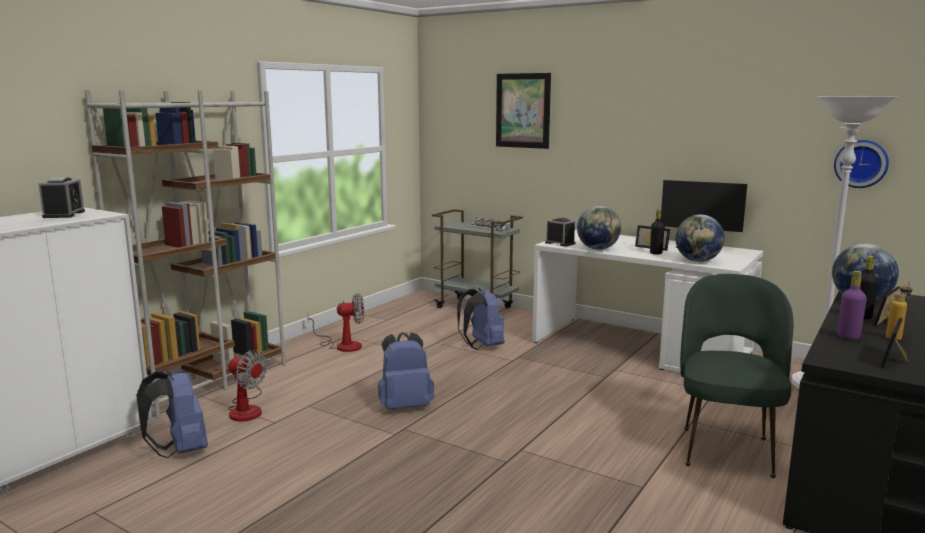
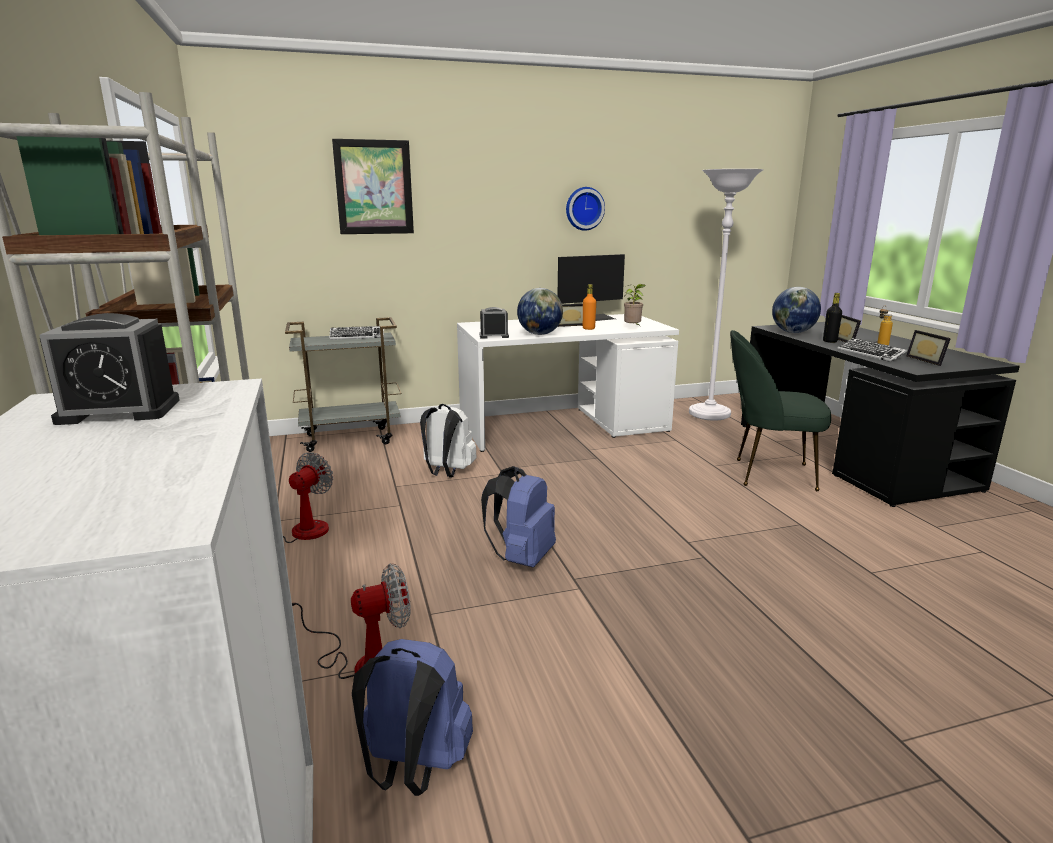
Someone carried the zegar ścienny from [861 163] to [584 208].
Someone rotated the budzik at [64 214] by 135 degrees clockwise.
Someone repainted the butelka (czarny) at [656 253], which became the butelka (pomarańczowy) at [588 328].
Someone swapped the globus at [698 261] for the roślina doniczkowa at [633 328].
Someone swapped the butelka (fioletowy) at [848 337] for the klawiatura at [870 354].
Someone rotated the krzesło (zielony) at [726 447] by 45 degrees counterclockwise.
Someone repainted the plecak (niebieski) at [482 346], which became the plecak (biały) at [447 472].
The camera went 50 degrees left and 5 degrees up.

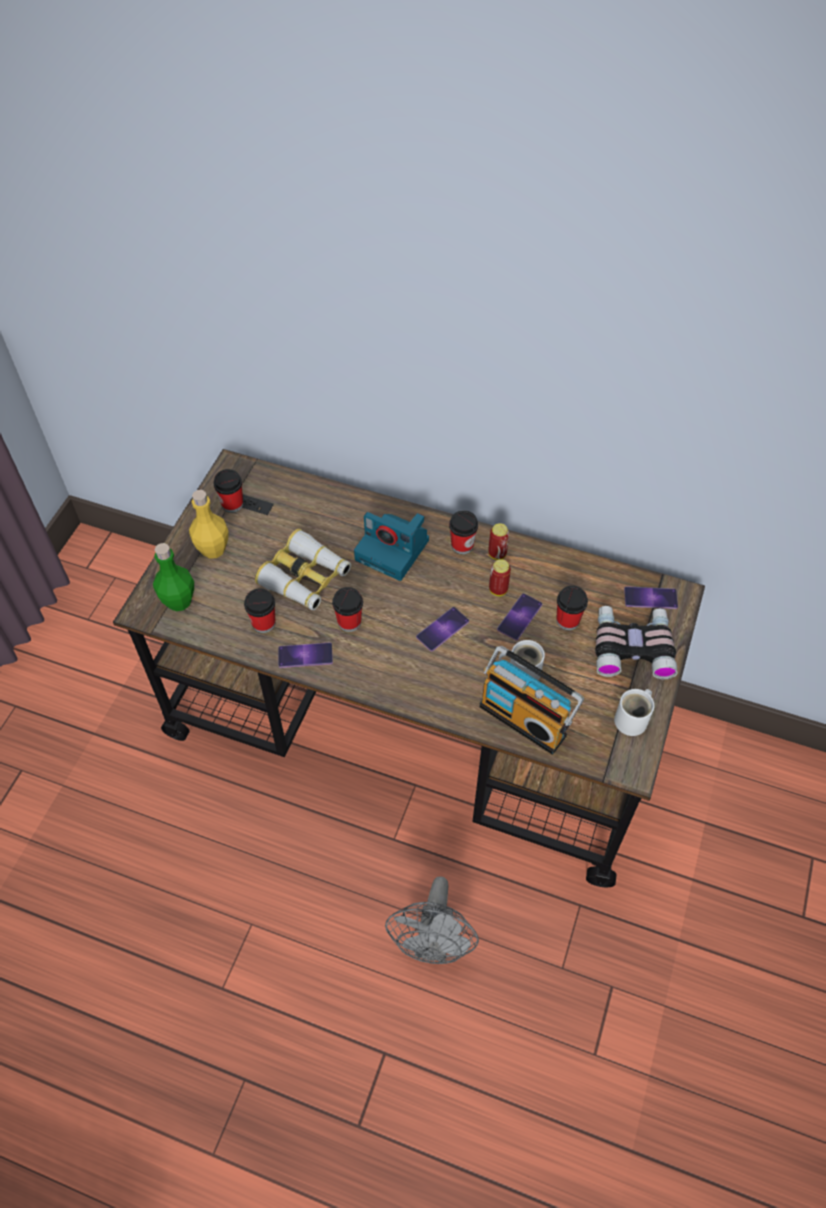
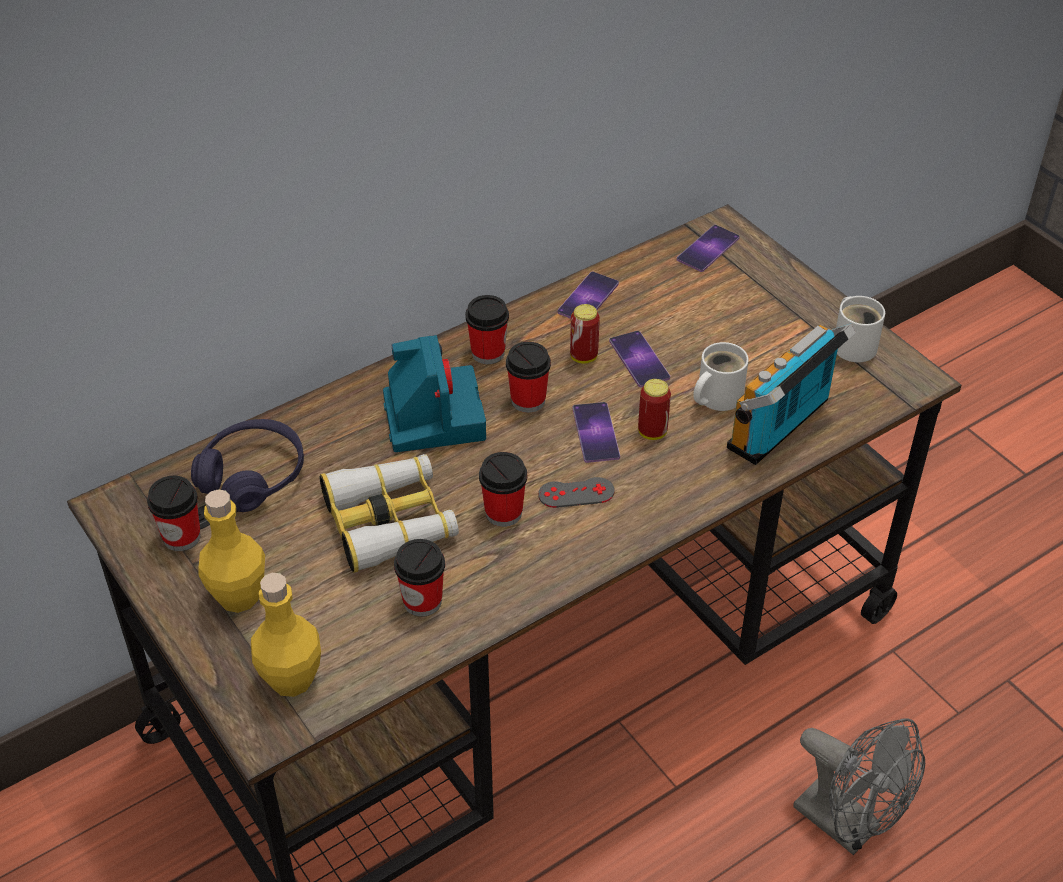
Someone rotated the aparat fotograficzny at [394 550] by 75 degrees counterclockwise.
Someone carried the puszka from [497 554] to [652 432].
Someone repainted the butelka (zielony) at [179 601], which became the butelka (żółty) at [291 679].
Someone carried the filiżanka from [567 620] to [528 400].
Someone took away the lornetka at [632 646].
Someone carried the telefon from [305 655] to [588 298].
Someone rotated the radio at [525 718] by 150 degrees clockwise.
Someone put down the słuchawki (fioletowy) at [252 476].
Someone put down the pad do gier (szary) at [576 493].
The camera went 55 degrees left and 10 degrees down.

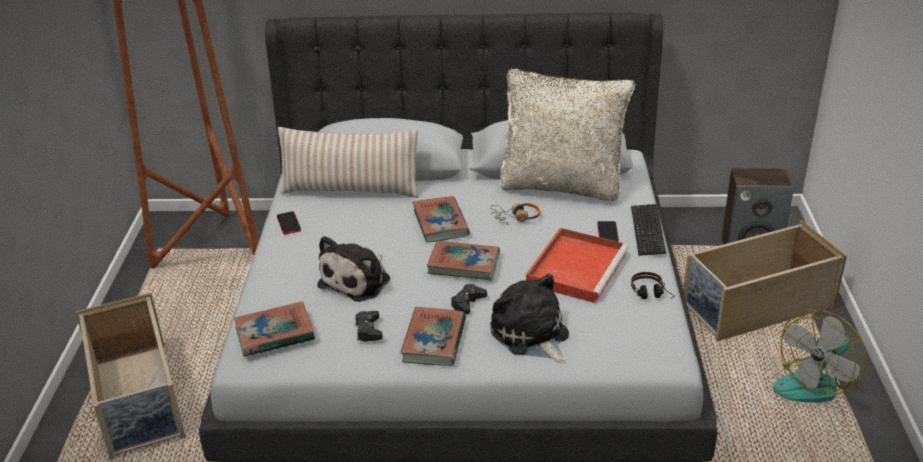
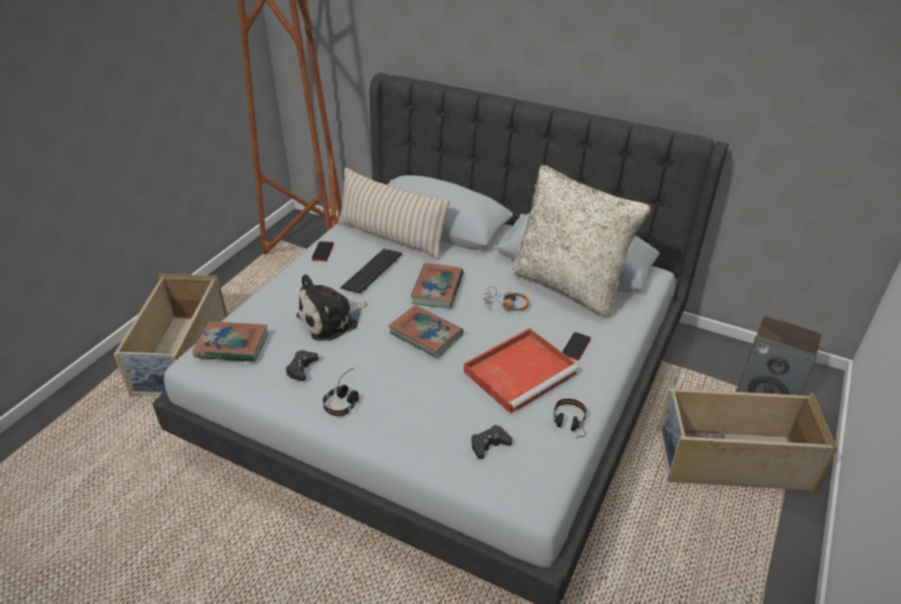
Someone carried the klawiatura from [647 231] to [372 272].
Someone took away the pluszak at [531 335].
Someone carried the pad do gier (czarny) from [468 303] to [489 445].
Someone swapped the książka at [434 341] for the słuchawki at [345 398].
Someone took away the wentylator at [813 382].
The camera went 25 degrees right and 5 degrees up.

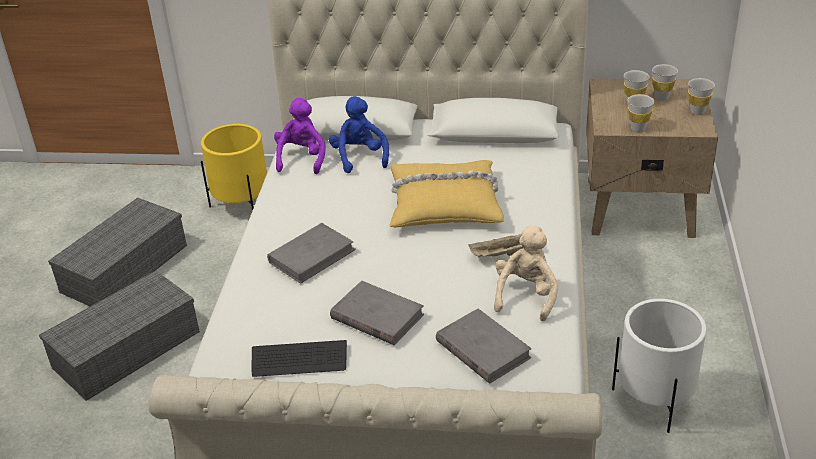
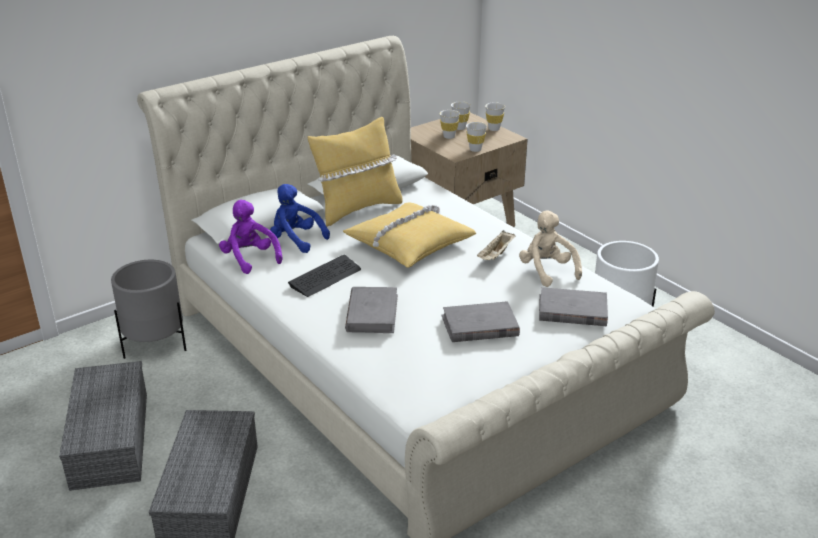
Someone repainted the donica (żółty) at [242 205], which became the donica (szary) at [155 344].
Someone carried the klawiatura from [299 360] to [325 277].
Someone put down the poduszka (żółty) at [357 209].
The camera went 45 degrees left and 5 degrees down.

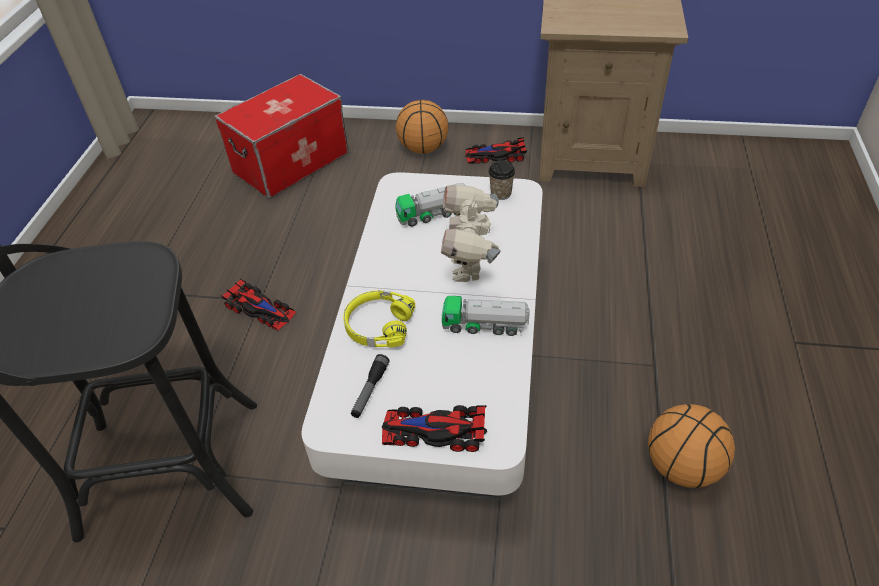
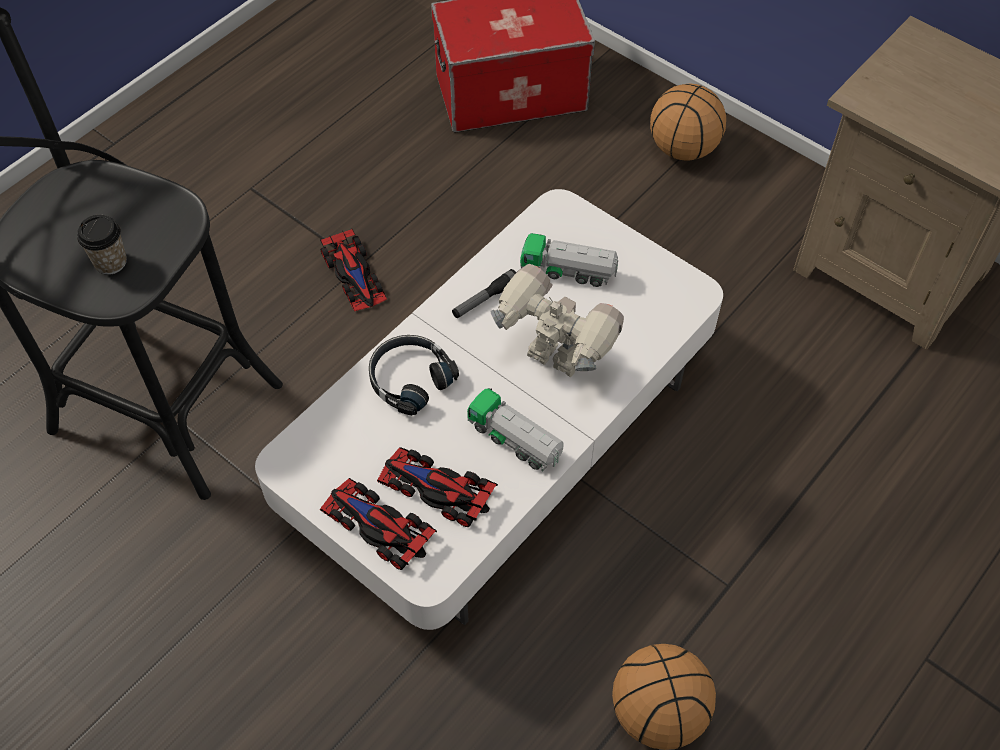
Someone carried the samochodzik from [495 155] to [436 488].
Someone carried the filiżanka from [501 194] to [110 262].
Someone rotated the robot zabawkowy at [469 267] by 90 degrees clockwise.
Someone repainted the słuchawki (żółty) at [378 325], which became the słuchawki (czarny) at [409 378].
Someone carried the latarka from [370 390] to [485 299].
The camera went 30 degrees right and 10 degrees up.

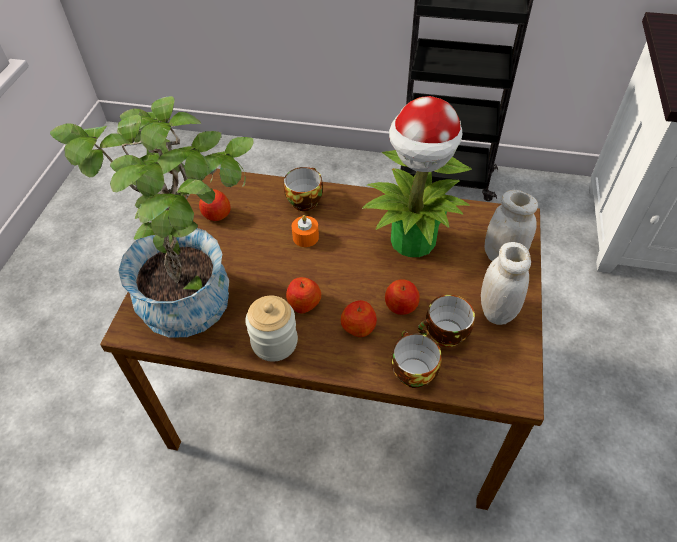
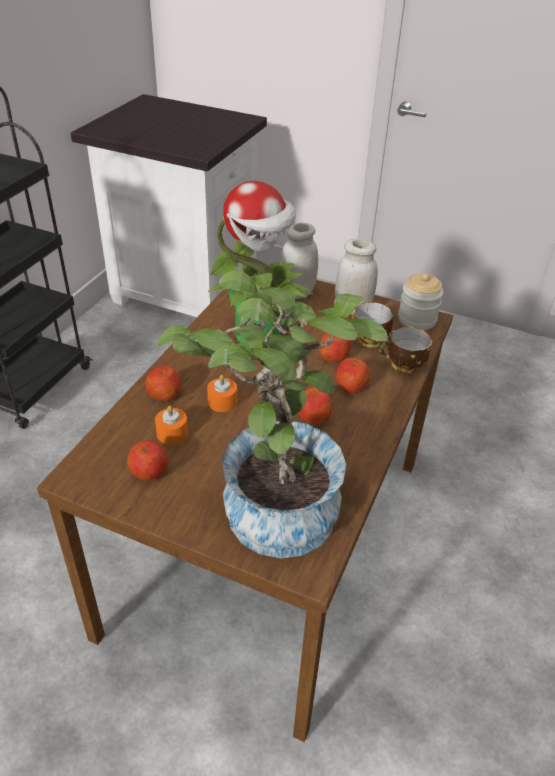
Someone swapped the filiżanka at [304 200] for the jabłko at [164 394].
Someone carried the słoik from [274 342] to [417 319].
Someone put down the świeca (pomarańczowy) at [172 433].
The camera went 80 degrees left and 10 degrees down.

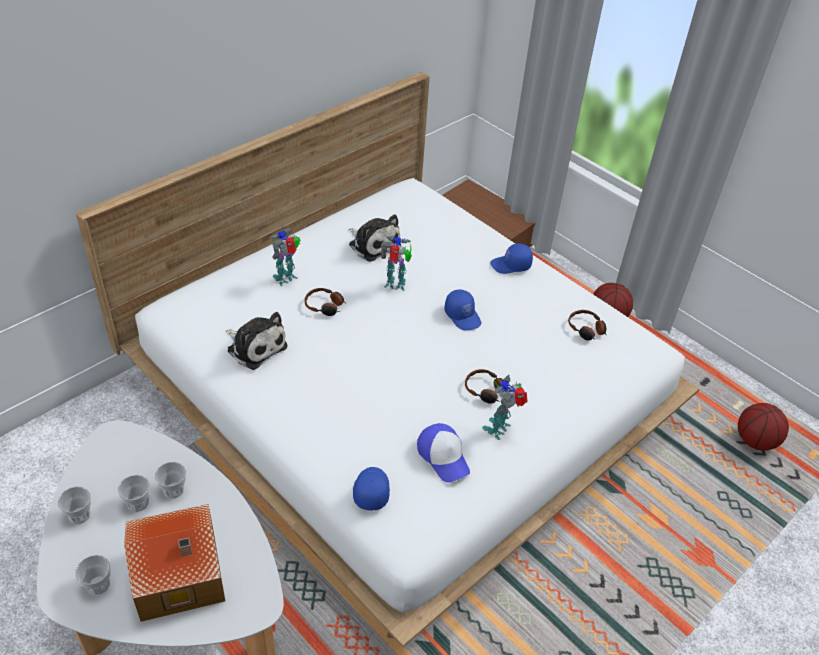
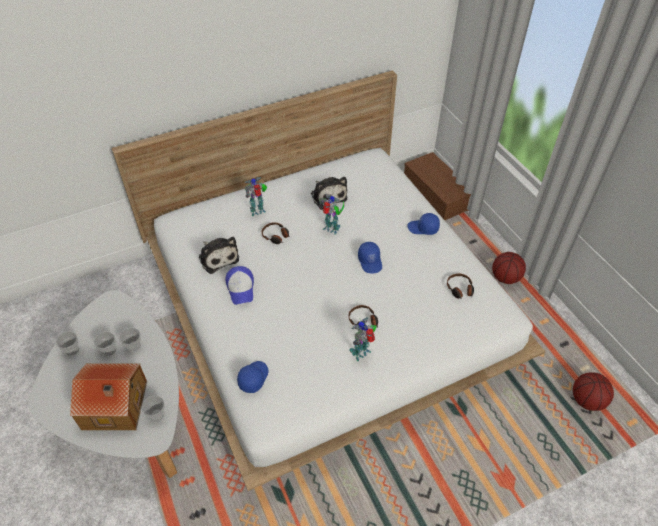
Someone carried the czapka z daszkiem from [443 456] to [241 288].
Someone carried the filiżanka from [98 584] to [157 414].
The camera went 20 degrees right and 5 degrees up.

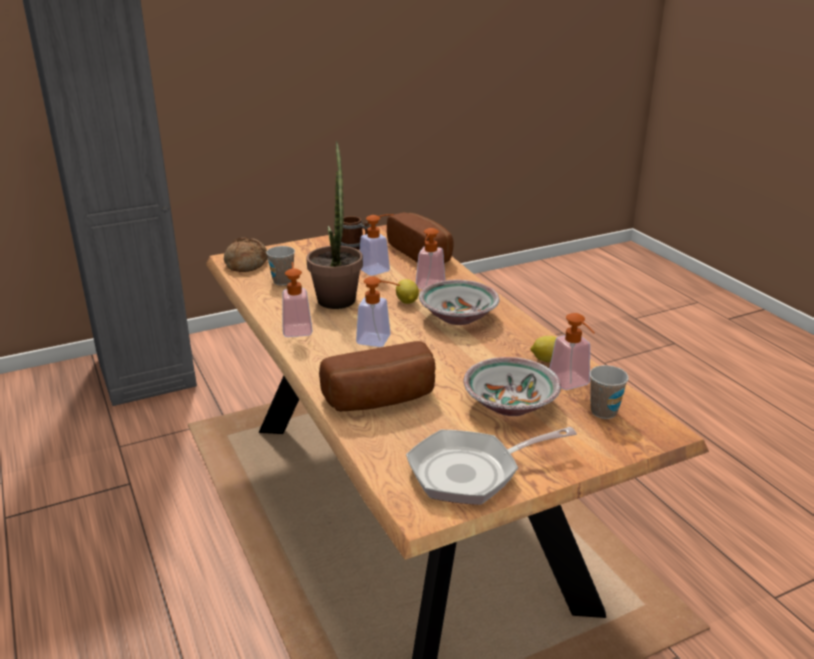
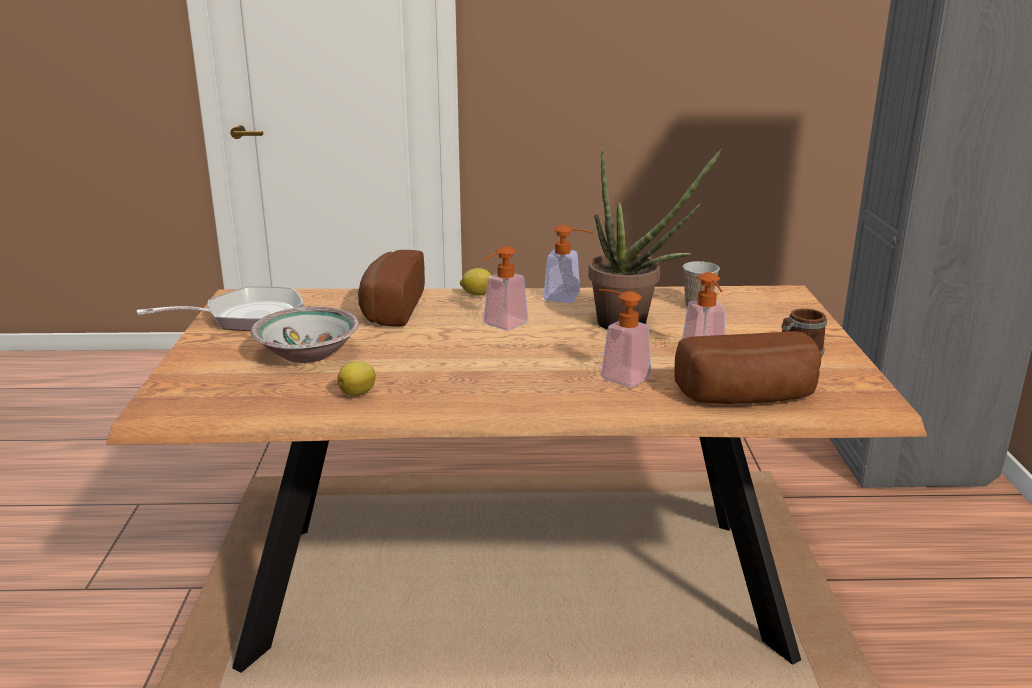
Someone took away the chleb at [245 264].
Someone carried the cytryna from [407 302] to [476 294].
Someone took away the miska at [457 317].
Someone took away the dozownik mydła at [572 384].
Someone took away the filiżanka at [603 412].
Someone rotated the patelnia at [471 472] by 60 degrees clockwise.
The camera went 115 degrees right and 5 degrees down.

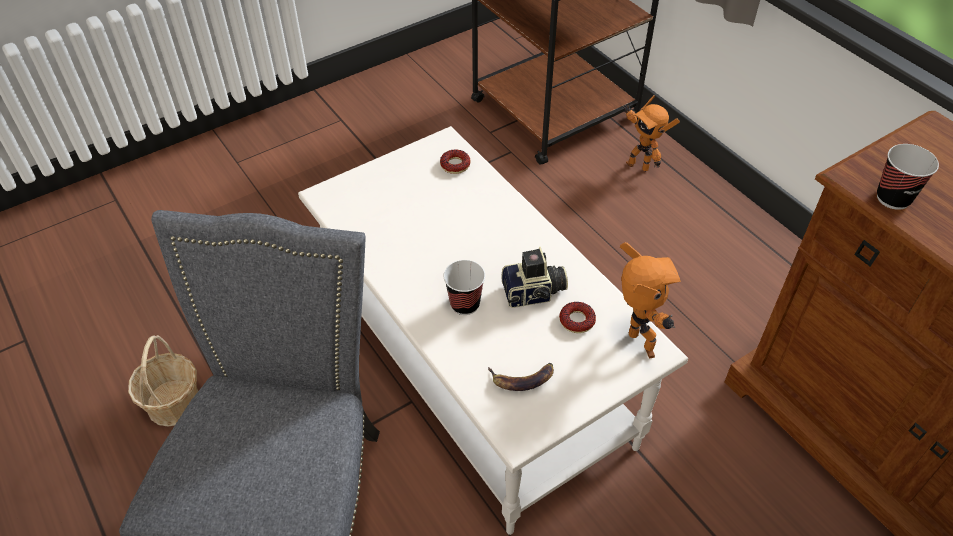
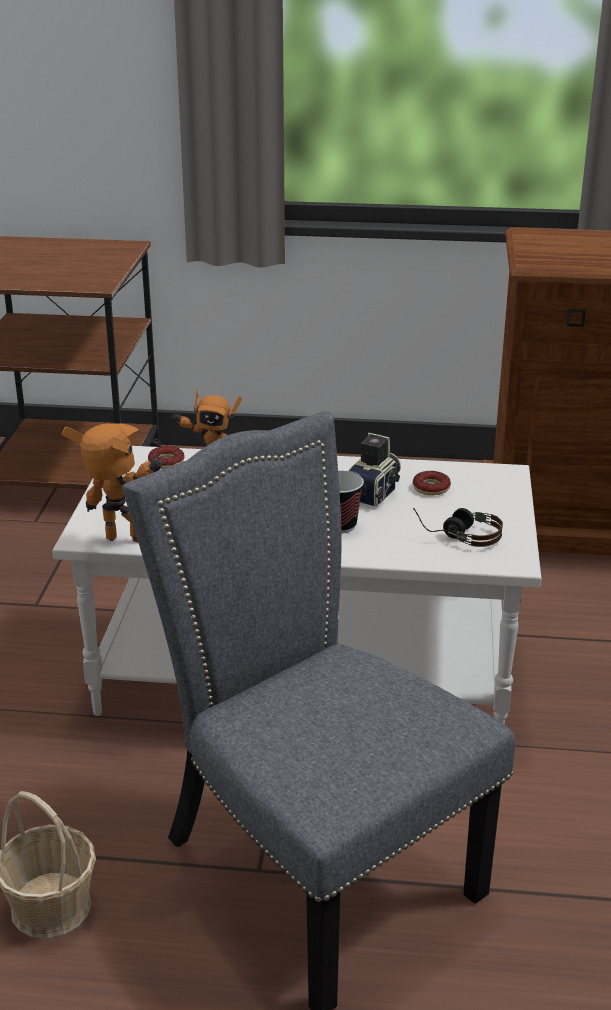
Someone took away the filiżanka at [893 198].
Someone carried the robot zabawkowy from [637 347] to [124 543].
Someone swapped the banan at [522 378] for the słuchawki at [457 534].
The camera went 50 degrees left and 20 degrees down.

